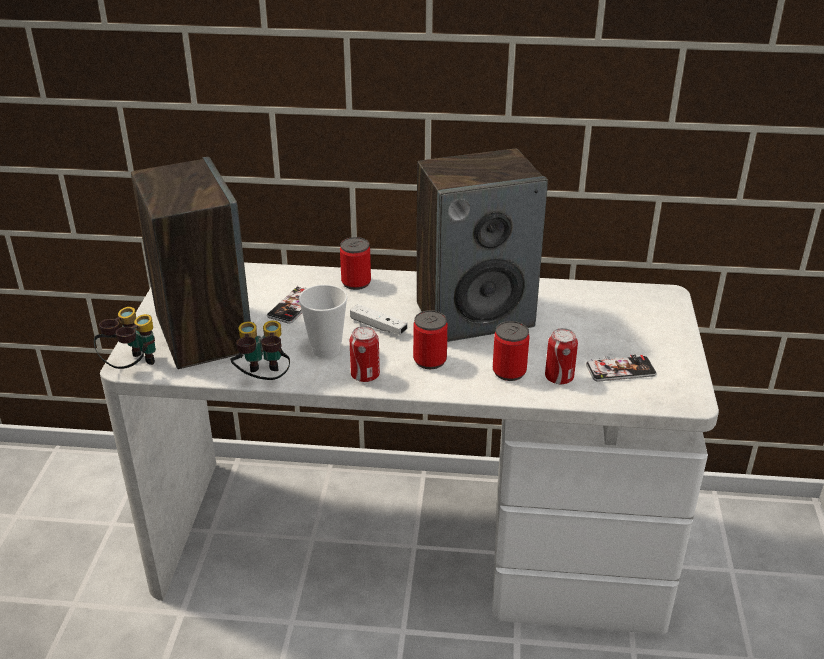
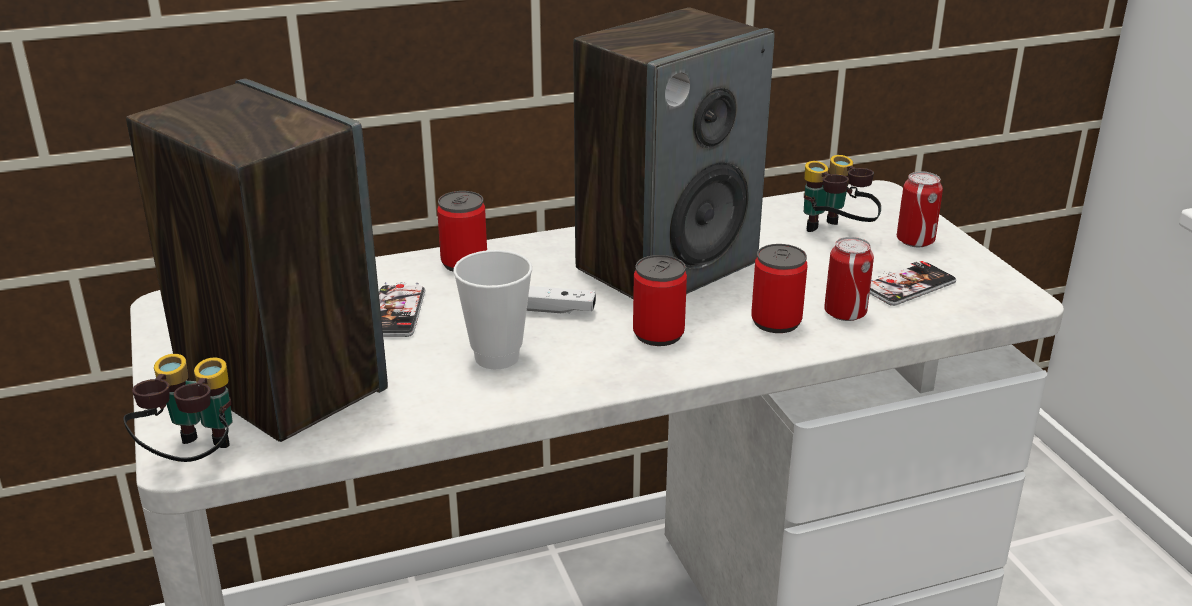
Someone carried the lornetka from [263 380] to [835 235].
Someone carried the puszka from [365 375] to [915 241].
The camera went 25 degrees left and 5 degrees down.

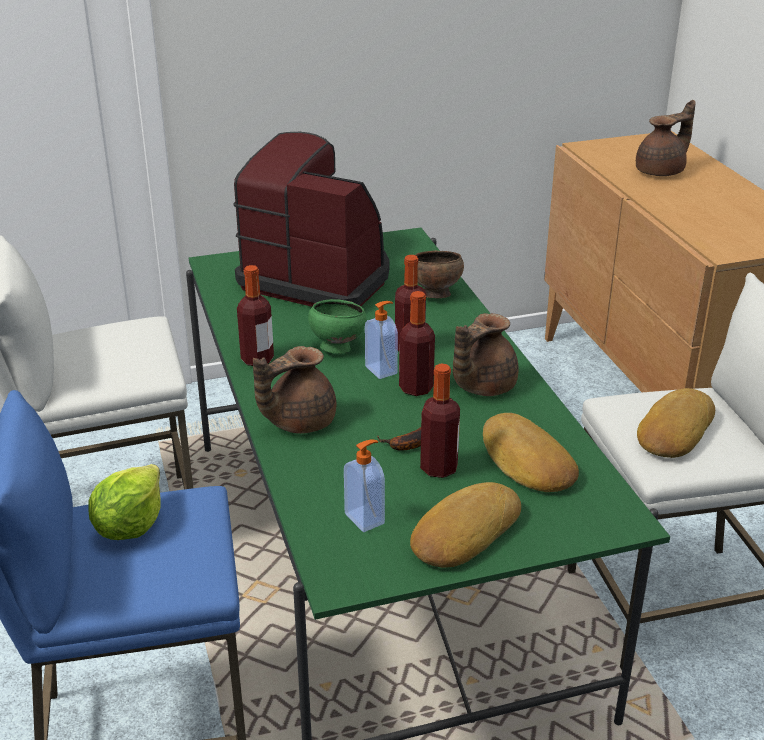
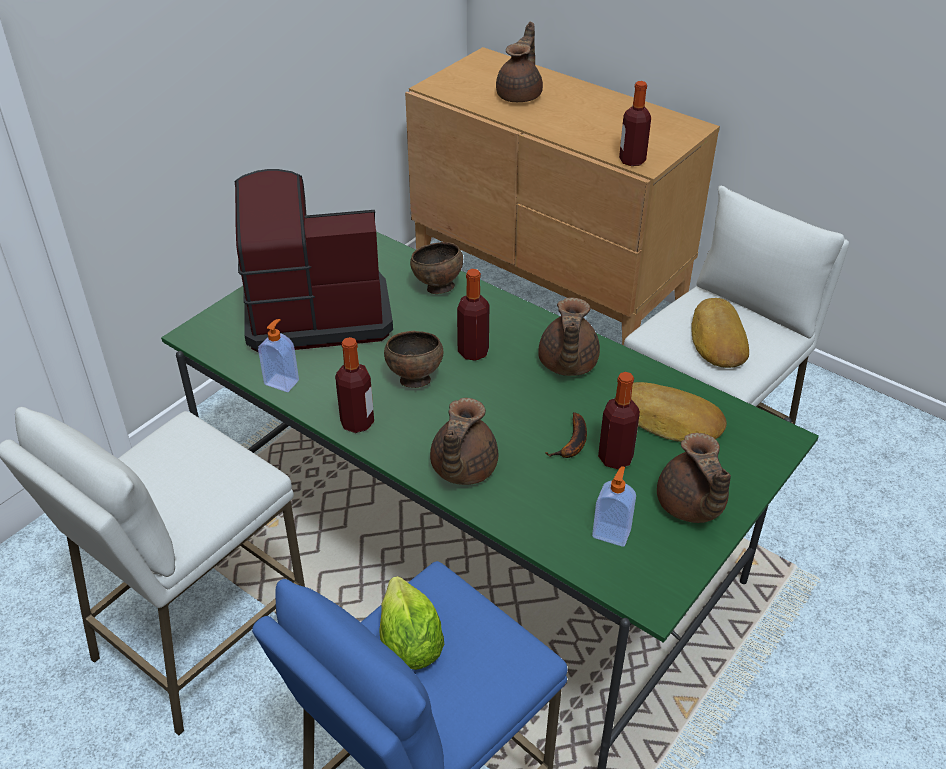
Someone carried the butelka from [416 388] to [632 160].
Someone repainted the miska (zielony) at [336 348], which became the miska (brązowy) at [414 379].
Someone carried the dozownik mydła from [382 370] to [282 382].
Someone swapped the chleb at [463 532] for the imbryk (brązowy) at [690 506].
The camera went 35 degrees left and 10 degrees up.

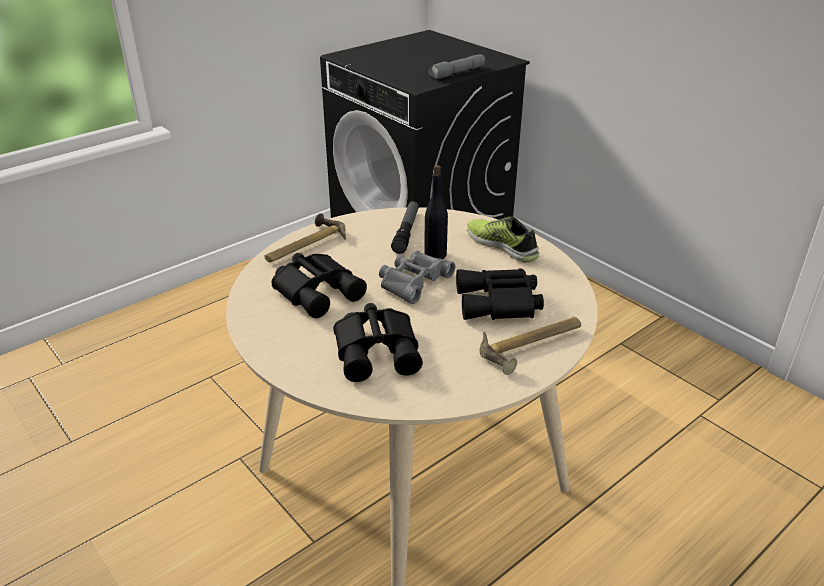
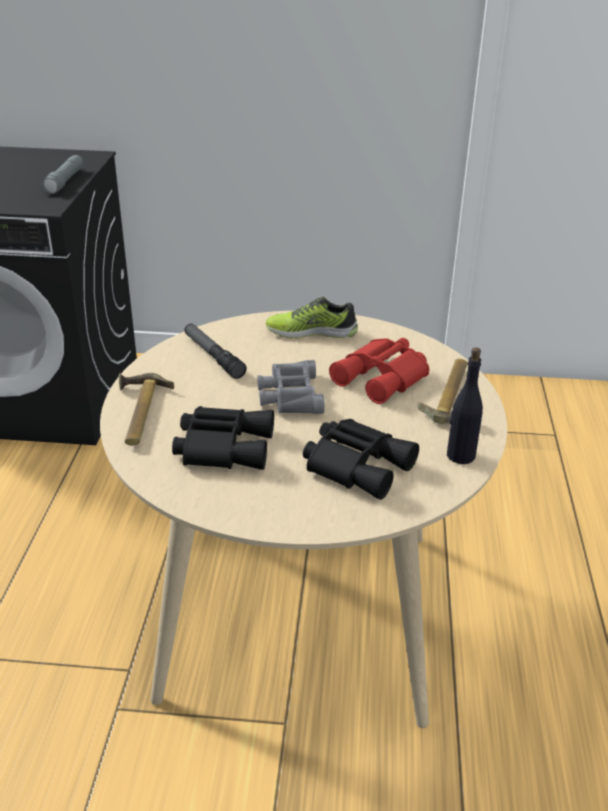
Someone carried the butelka (czarny) from [435 254] to [460 455].
Someone repainted the lornetka (czarny) at [500 303], which became the lornetka (czerwony) at [383 378].
The camera went 45 degrees left and 0 degrees up.

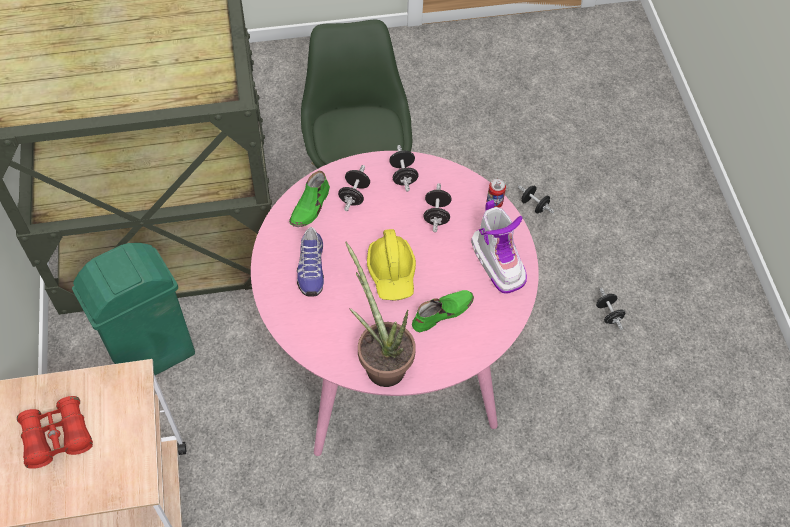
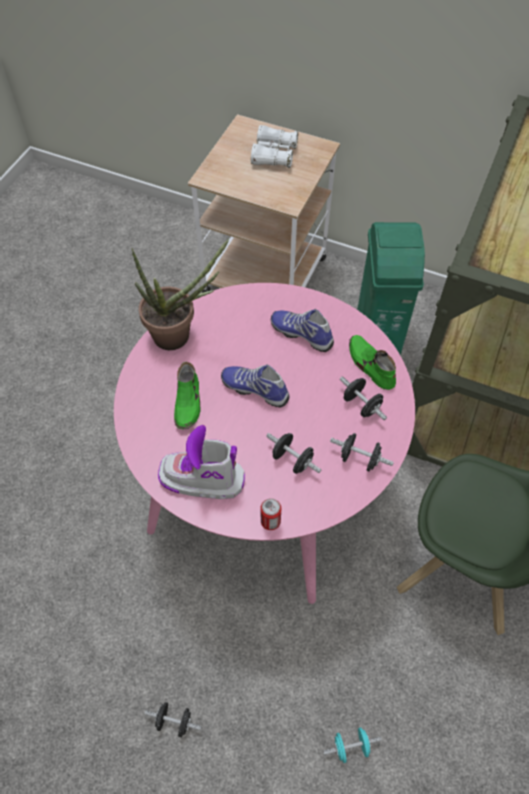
Someone repainted the hantel (czarny) at [534 205], which became the hantel (turkusowy) at [350 746].
Someone swapped the kask (żółty) at [392 272] for the but at [256 388].
Someone repainted the lornetka (czerwony) at [57 437], which became the lornetka (biały) at [274 155].
The camera went 125 degrees right and 0 degrees up.

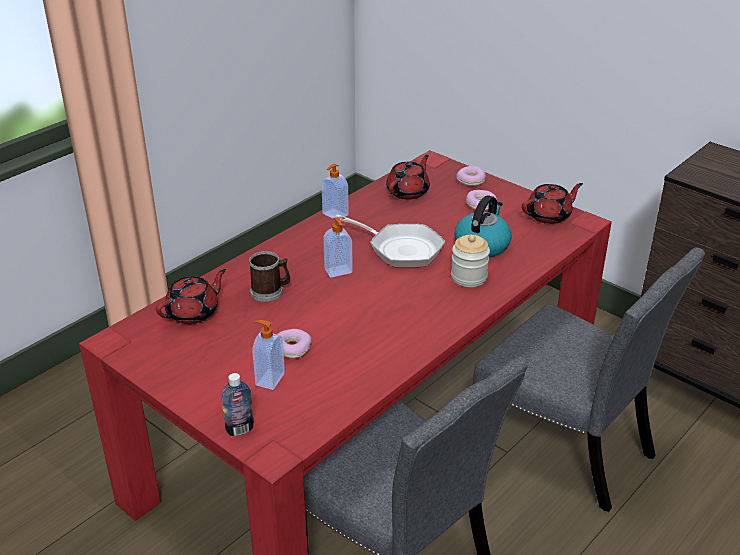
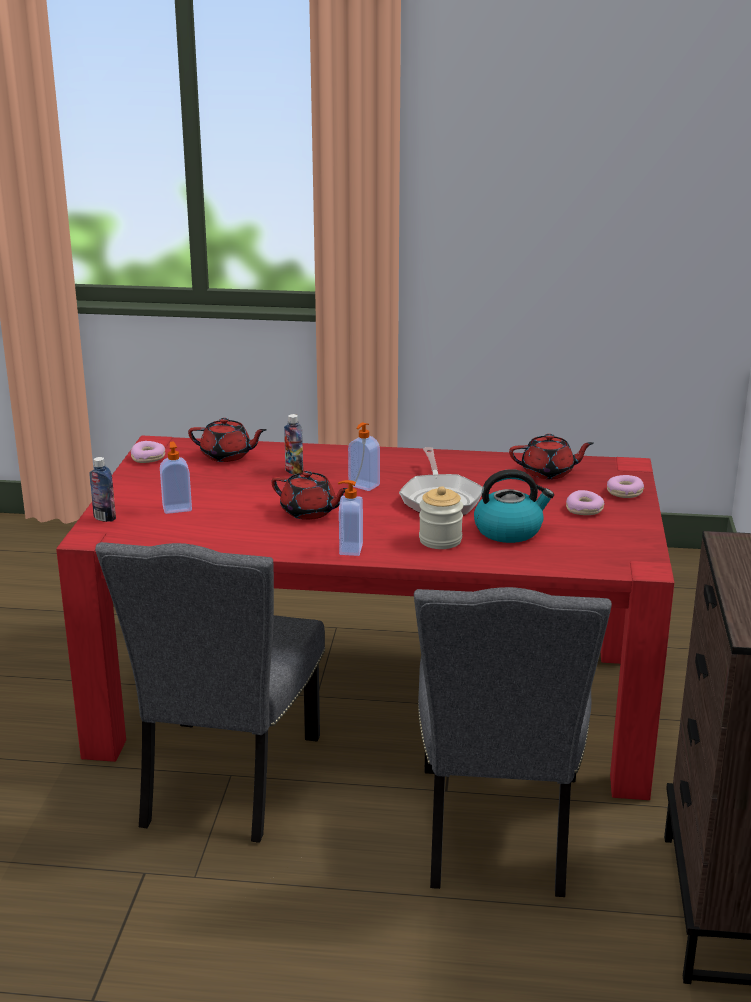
Someone carried the dozownik mydła from [334 215] to [350 549].
Someone carried the imbryk (czerwony) from [549 216] to [309 512].
Someone swapped the kubek at [270 291] for the butelka at [294 471].
Someone carried the donut from [292 348] to [148 458].
The camera went 55 degrees right and 10 degrees down.

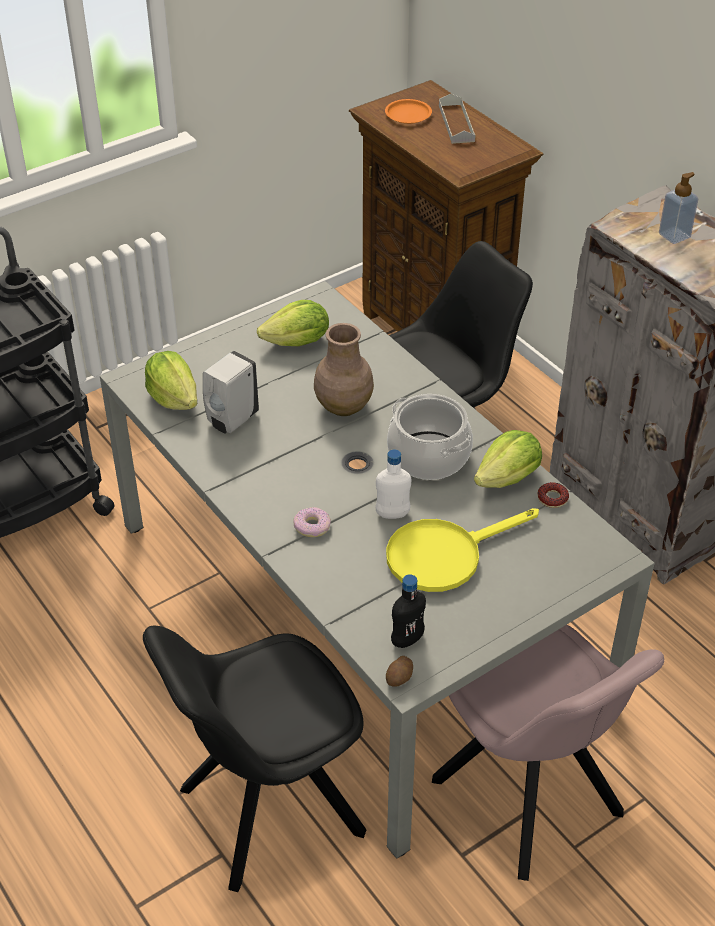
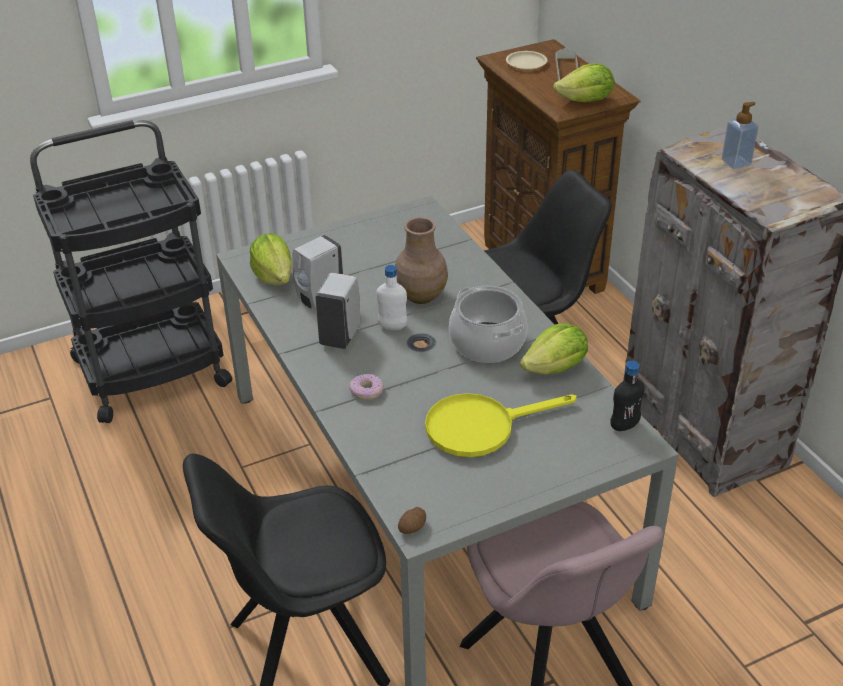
Someone repainted the talerz (pomarańczowy) at [407 115], which became the talerz (beżowy) at [526 63].
Someone carried the sałata from [298 342] to [586 101].
Someone carried the butelka (biały) from [392 514] to [392 327].
Someone took away the donut at [552 498].
Someone carried the butelka (czarny) from [407 640] to [624 425].
Someone put down the dozownik mydła (biały) at [341 335].
The camera went 10 degrees right and 5 degrees down.

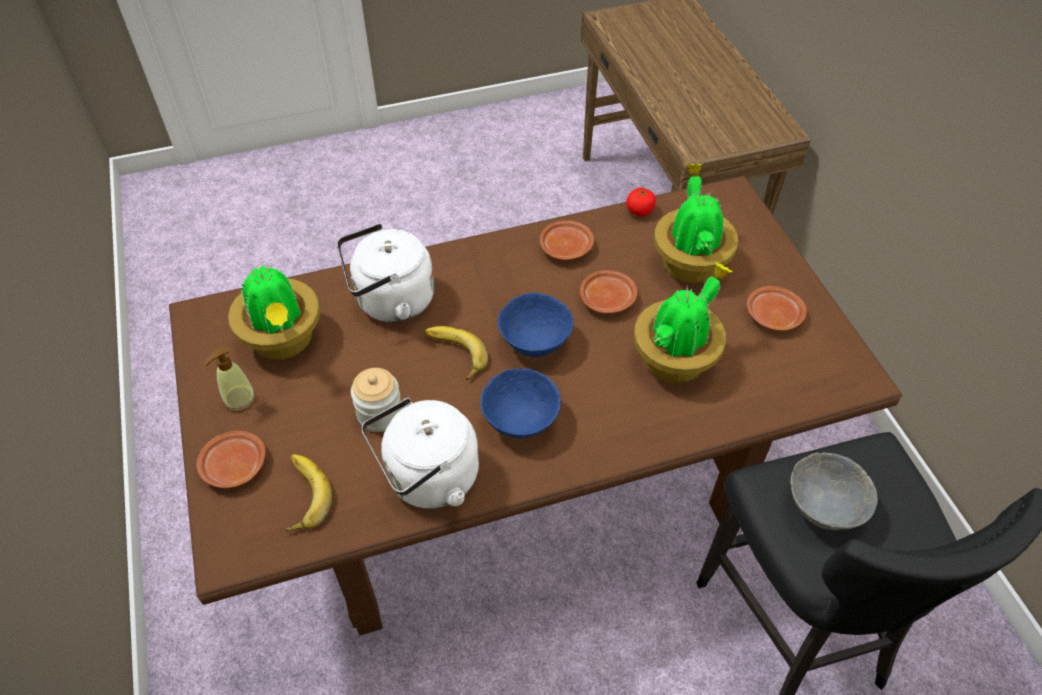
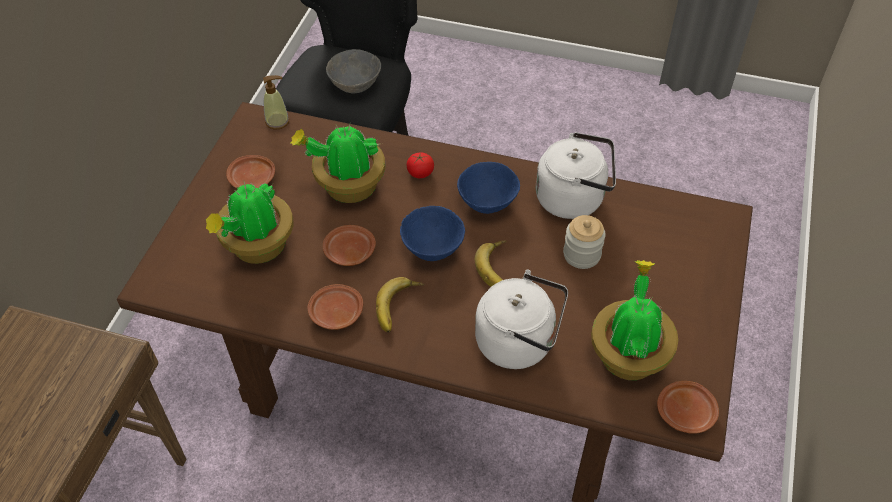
Someone carried the pomidor from [639 211] to [420 173].
Someone carried the dozownik mydła from [239 399] to [277 121].
Someone carried the talerz (brązowy) from [234 466] to [686 412].
Someone carried the banan from [301 495] to [400 307].
The camera went 145 degrees left and 0 degrees up.

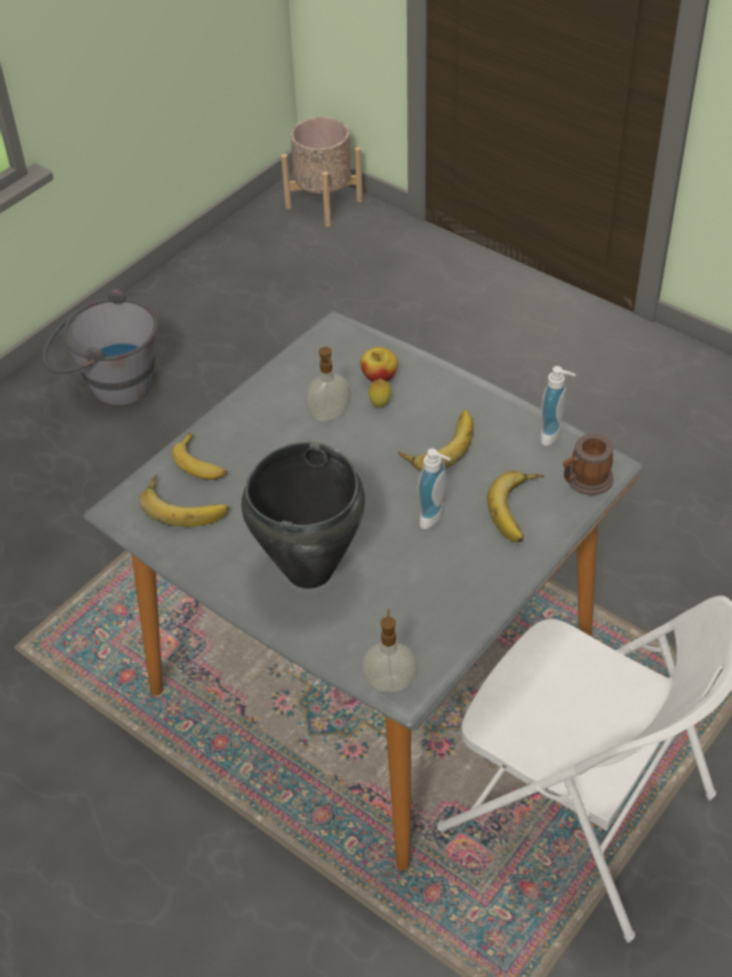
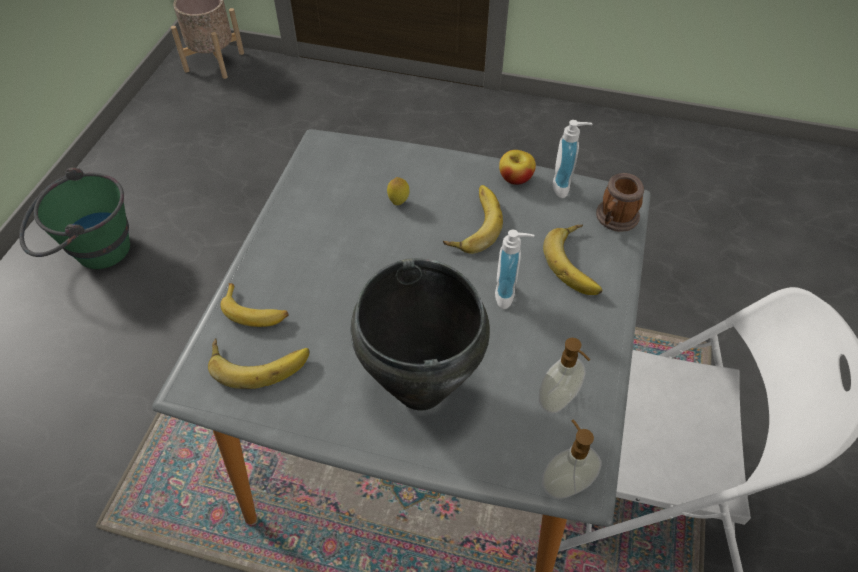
Someone repainted the wiadro (szary) at [108 385], which became the wiadro (zielony) at [91 252].
Someone carried the dozownik mydła from [329 416] to [558 401].
Someone carried the jabłko from [379 377] to [515 178].
The camera went 25 degrees left and 5 degrees up.

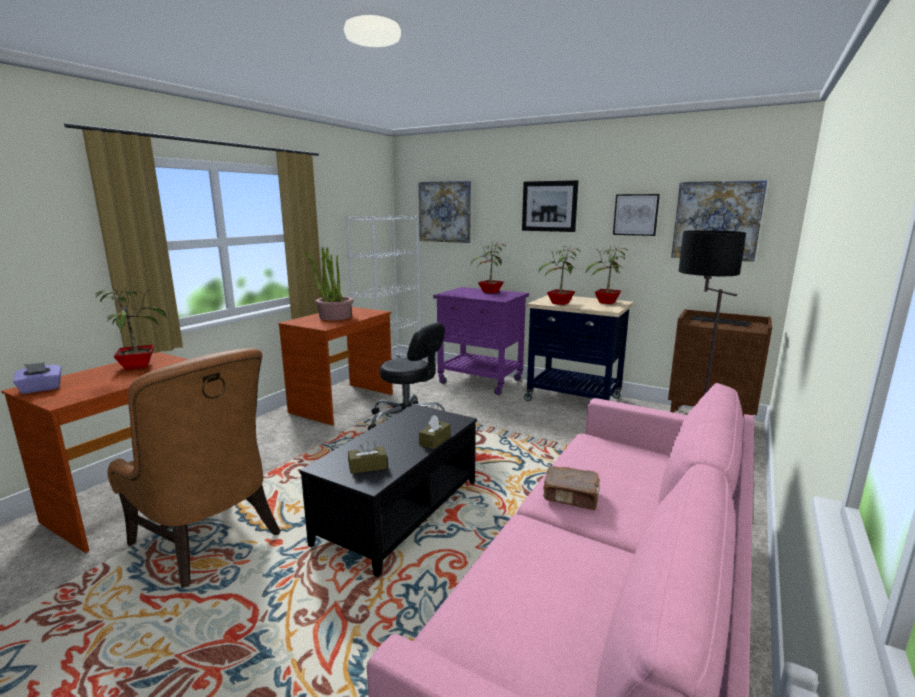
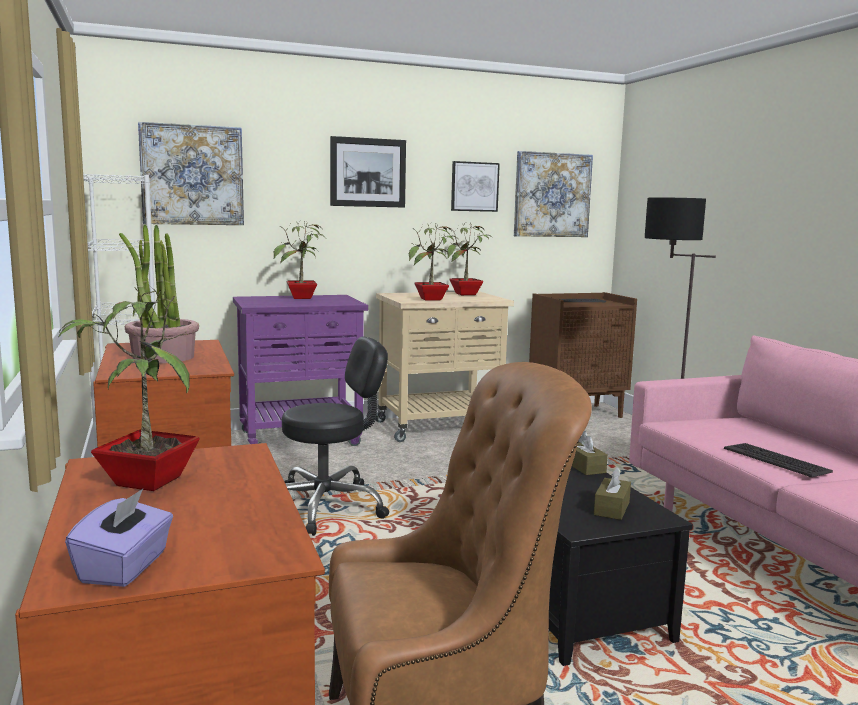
Someone repainted the wózek (niebieski) at [573 399], which became the wózek (beżowy) at [438 427].
Someone swapped the książka (brązowy) at [571 497] for the klawiatura at [776 460].
The camera went 50 degrees left and 5 degrees down.

